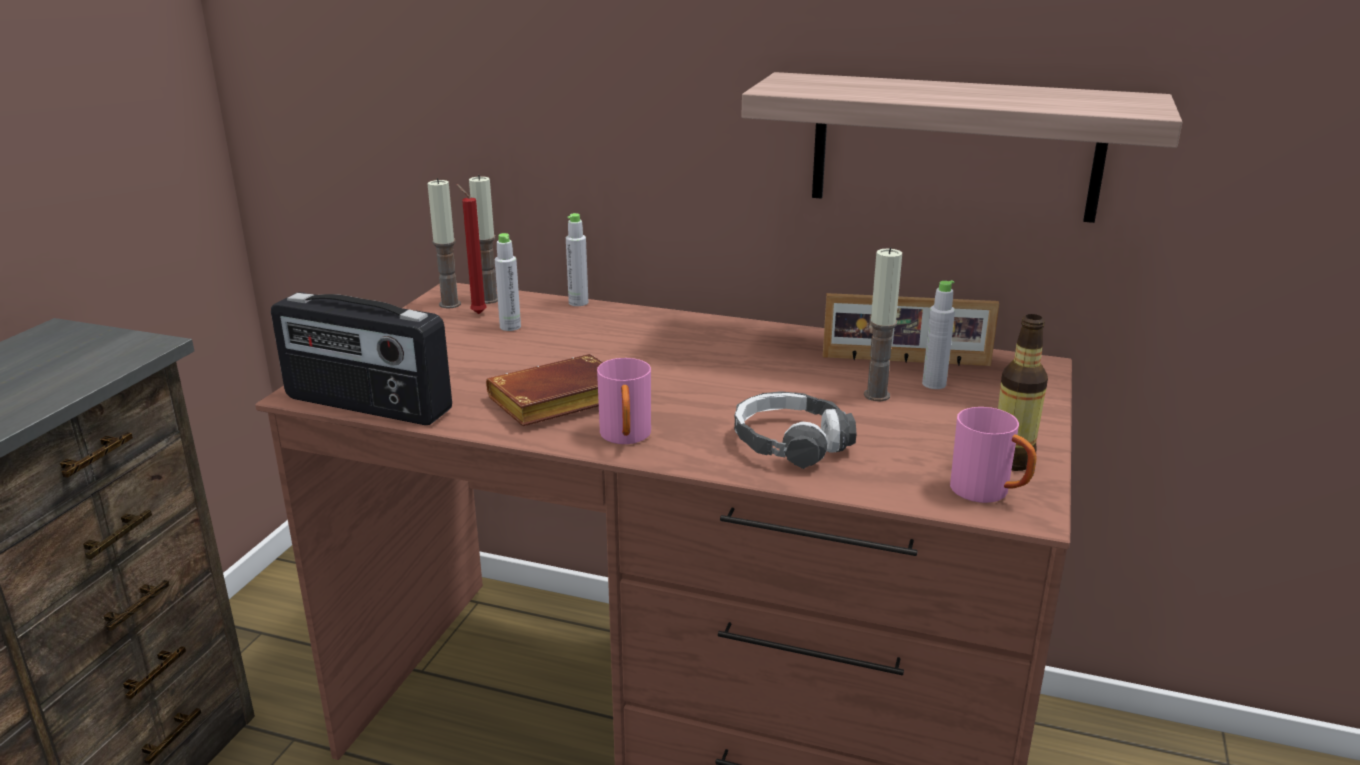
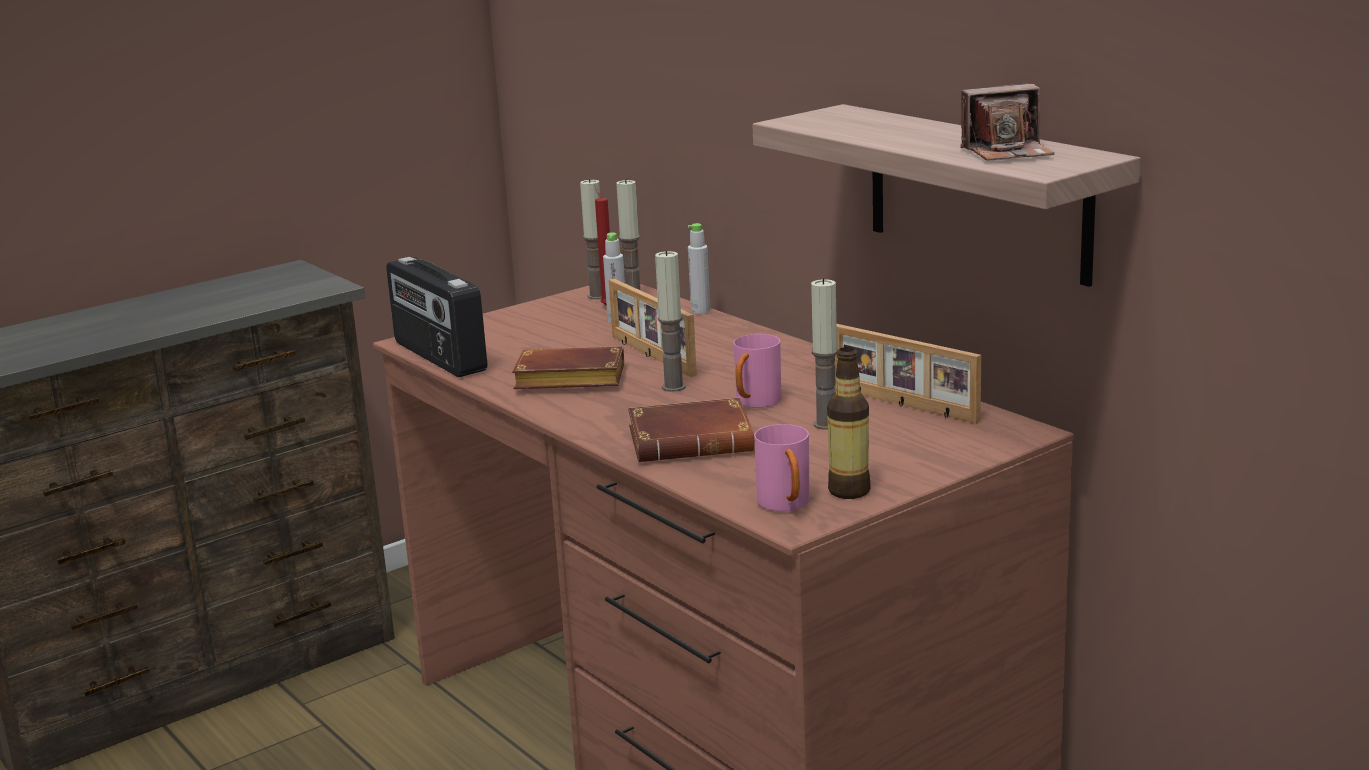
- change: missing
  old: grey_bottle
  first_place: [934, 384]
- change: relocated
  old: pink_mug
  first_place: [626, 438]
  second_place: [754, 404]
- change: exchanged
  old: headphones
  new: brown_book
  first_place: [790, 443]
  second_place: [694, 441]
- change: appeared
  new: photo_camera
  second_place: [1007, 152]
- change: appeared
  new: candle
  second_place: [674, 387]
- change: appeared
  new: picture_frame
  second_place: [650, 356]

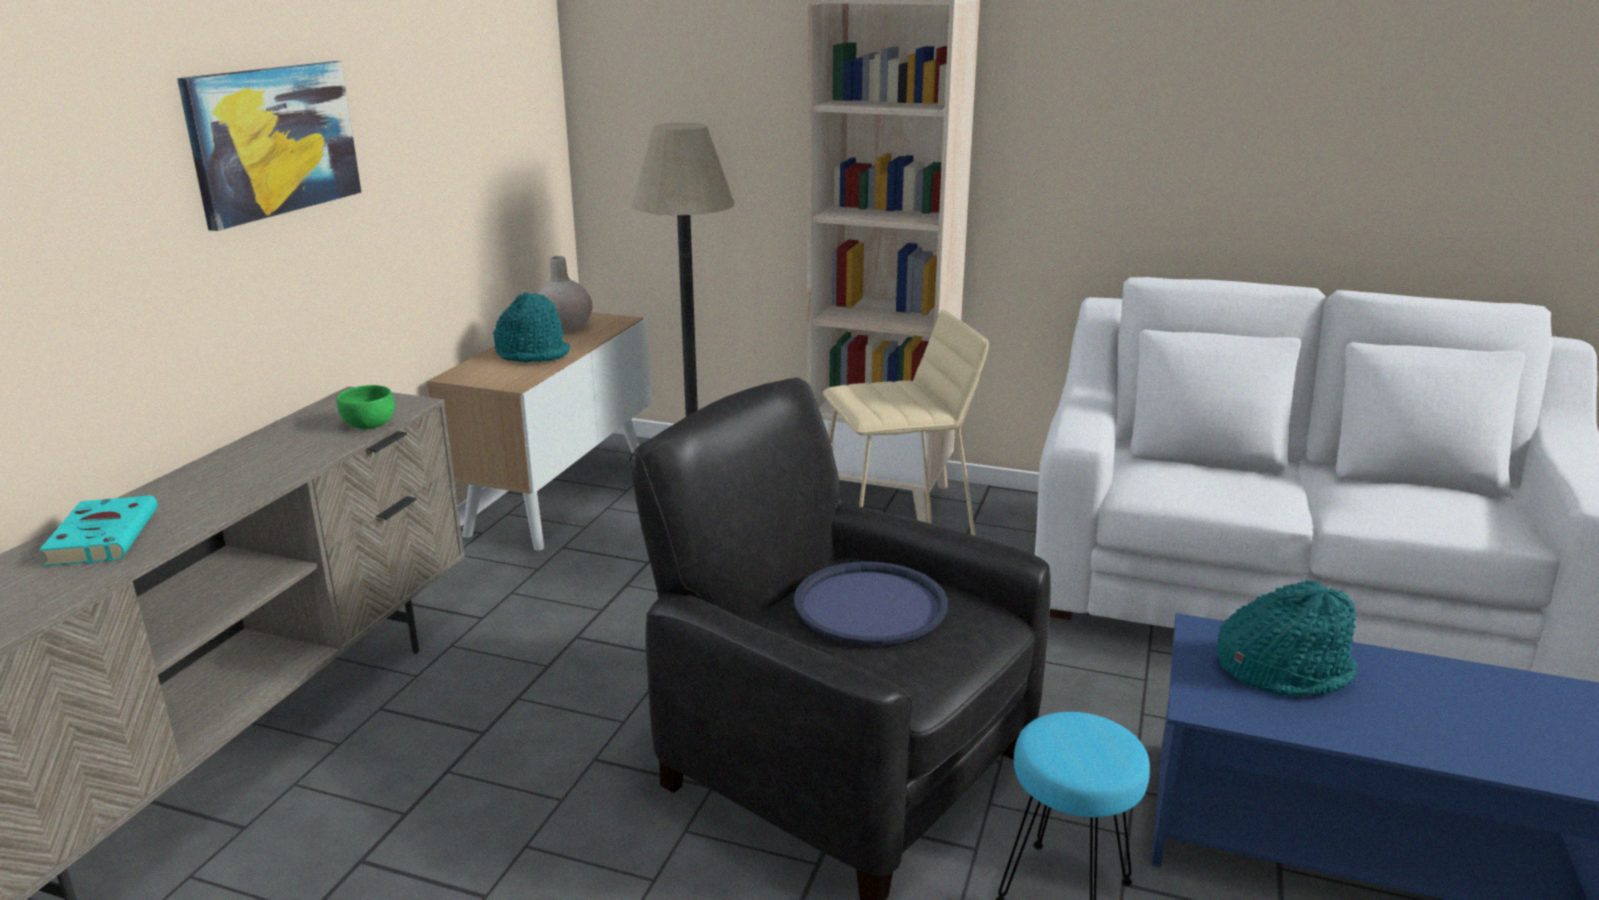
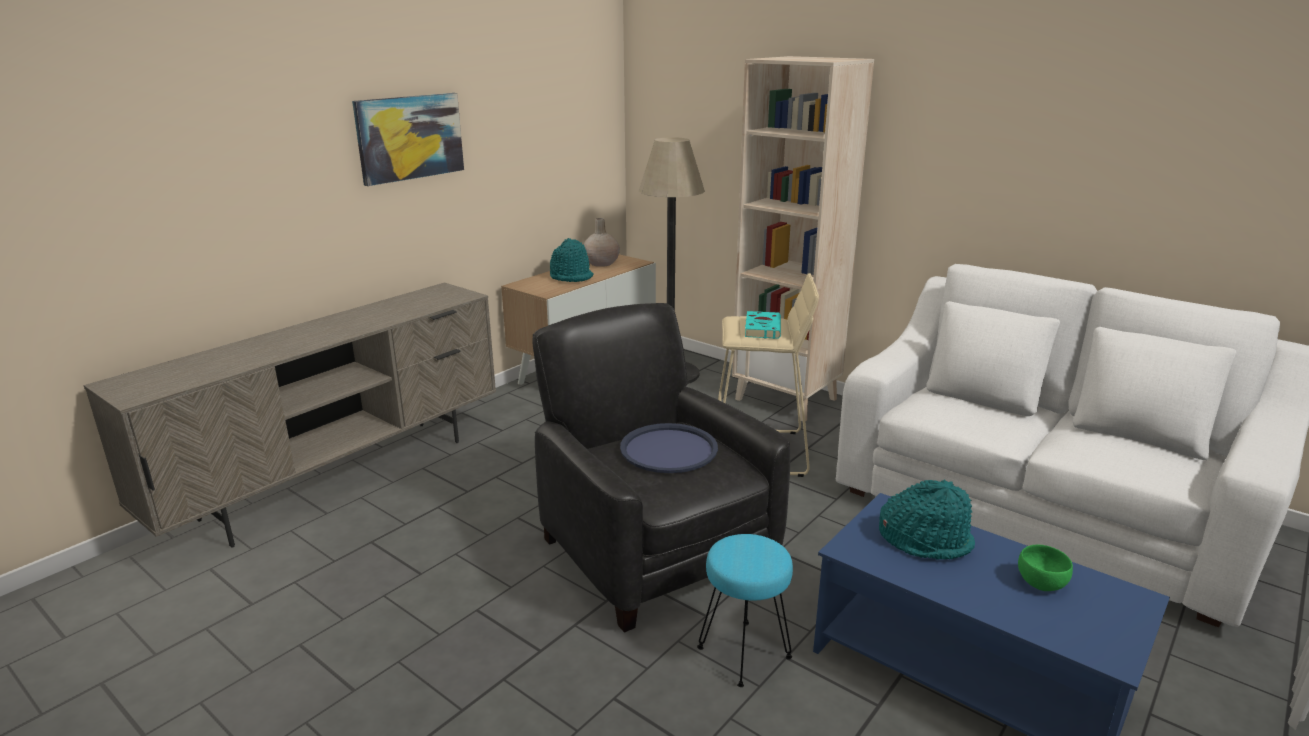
- change: relocated
  old: green_bowl
  first_place: [369, 424]
  second_place: [1041, 583]
- change: relocated
  old: turquoise_book
  first_place: [104, 536]
  second_place: [762, 328]

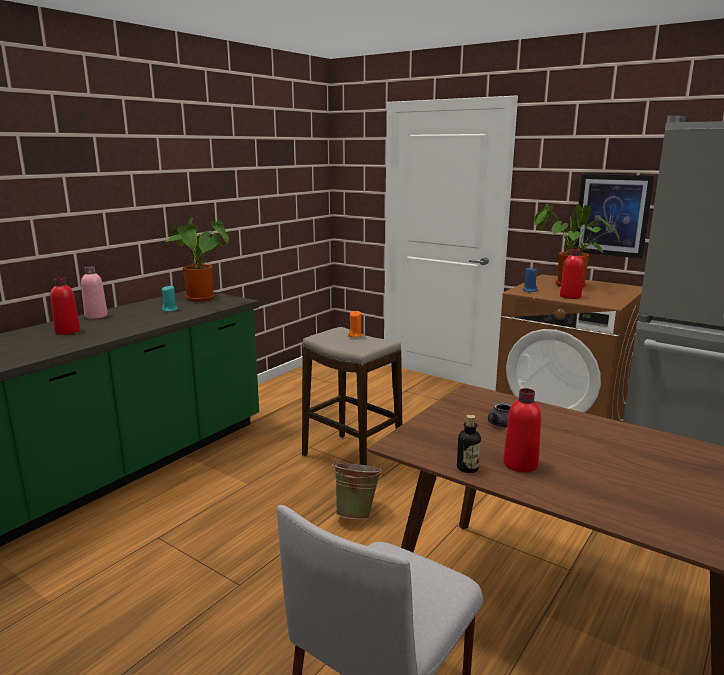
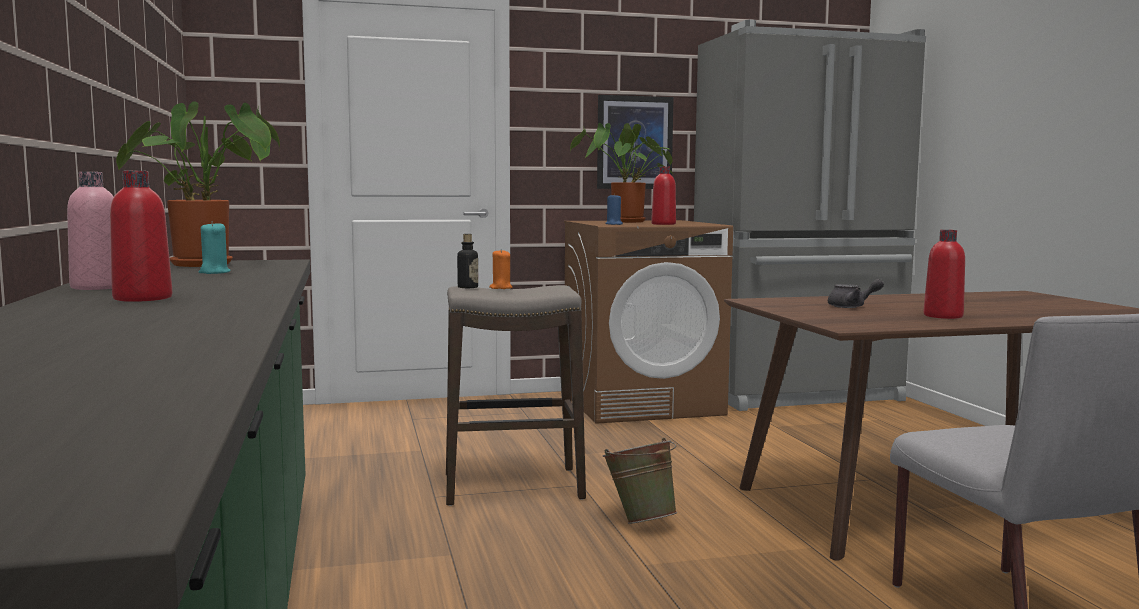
- change: relocated
  old: bottle
  first_place: [467, 468]
  second_place: [468, 287]

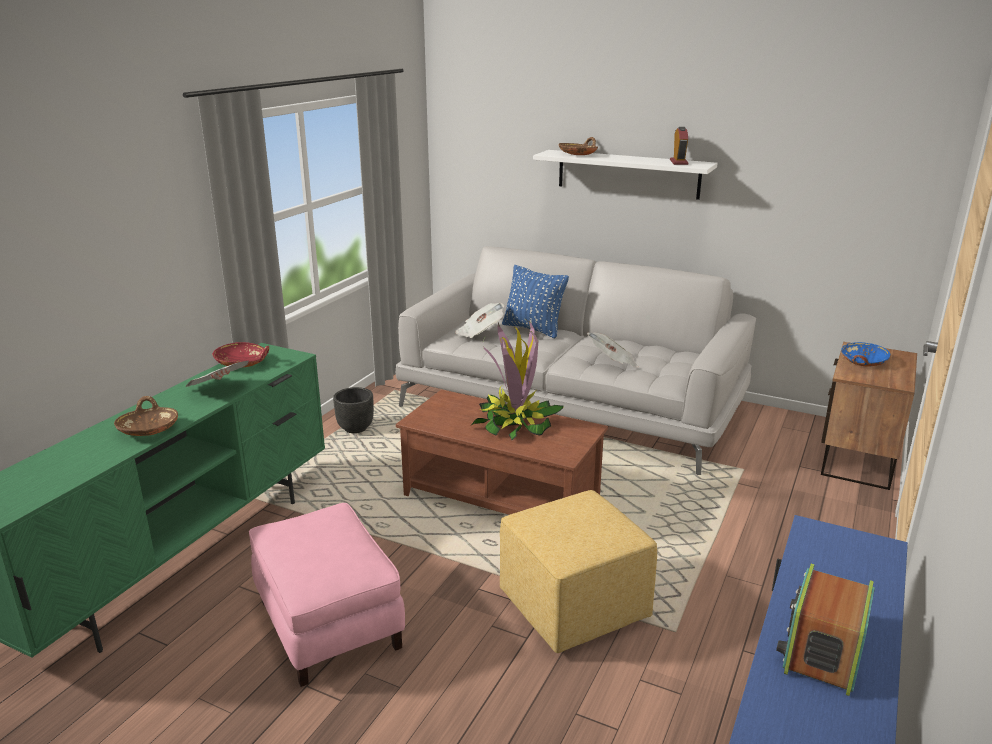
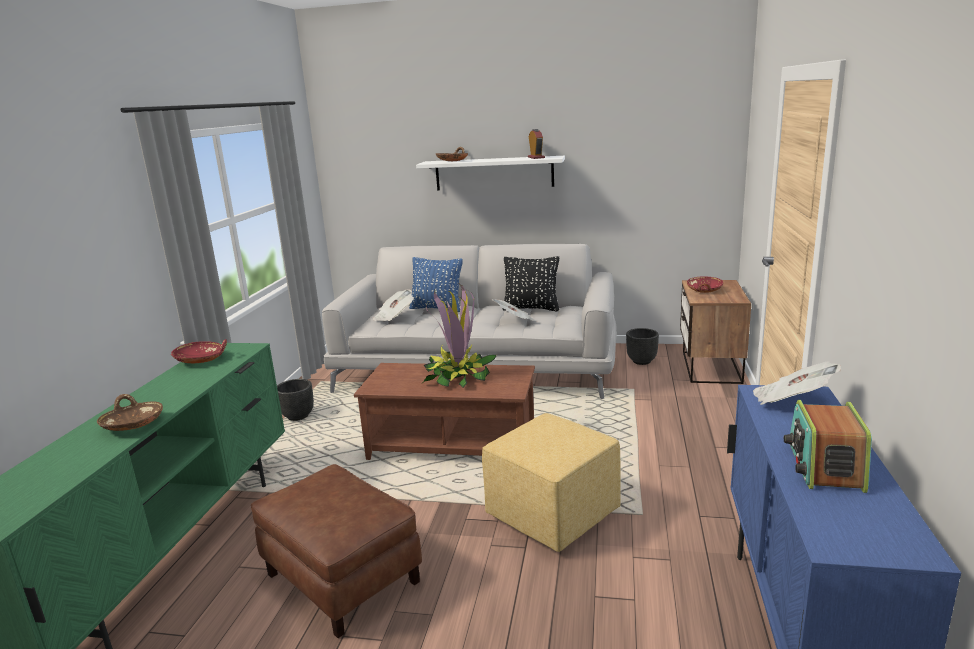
- change: colour
  old: blue_bowl
  new: red_bowl
  first_place: [863, 362]
  second_place: [704, 290]
- change: relocated
  old: newspaper
  first_place: [219, 390]
  second_place: [791, 401]
- change: colour
  old: pink_ottoman
  new: brown_ottoman
  first_place: [328, 624]
  second_place: [341, 578]
- change: appeared
  new: black_pillow
  second_place: [531, 308]
- change: appeared
  new: black_planter
  second_place: [642, 361]

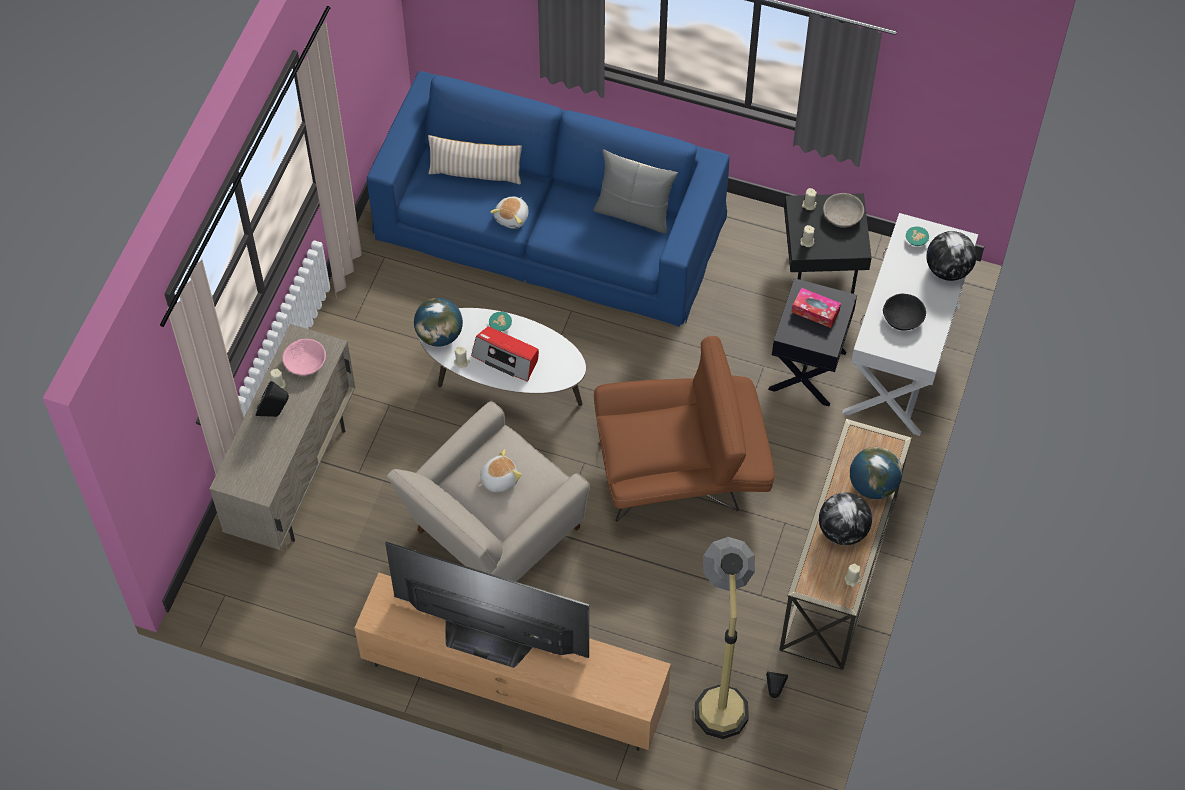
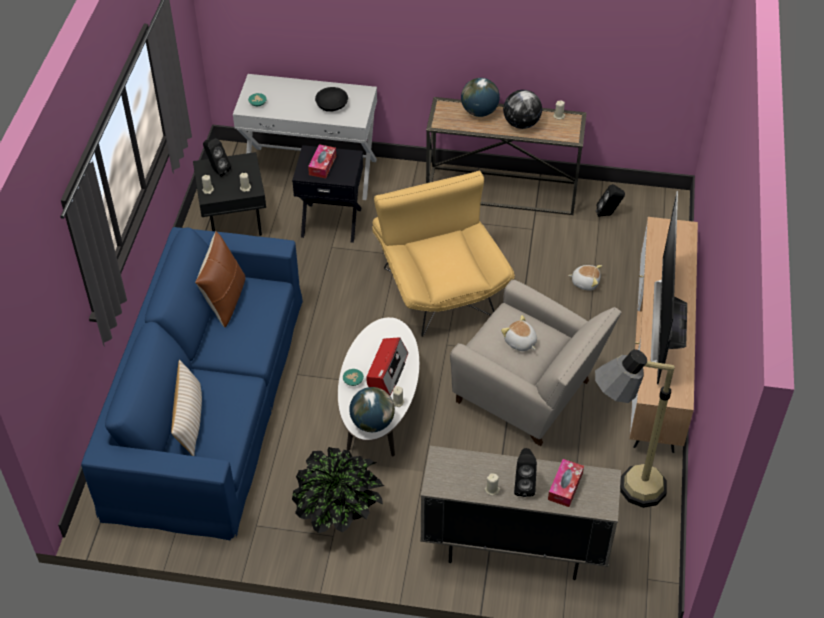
- change: colour
  old: grey_pillow
  new: brown_pillow
  first_place: [634, 213]
  second_place: [224, 300]
- change: exchanged
  old: grey_bowl
  new: black_speaker
  first_place: [842, 216]
  second_place: [217, 170]
- change: relocated
  old: plush_toy
  first_place: [512, 217]
  second_place: [585, 282]
- change: missing
  old: globe
  first_place: [947, 269]
- change: colour
  old: brown_armchair
  new: yellow_armchair
  first_place: [681, 470]
  second_place: [438, 284]
- change: missing
  old: pink_bowl
  first_place: [305, 363]
- change: relocated
  old: floor_lamp
  first_place: [719, 689]
  second_place: [621, 491]
- change: appeared
  new: potted_plant
  second_place: [339, 513]
- change: appeared
  new: tissue_box
  second_place: [565, 486]

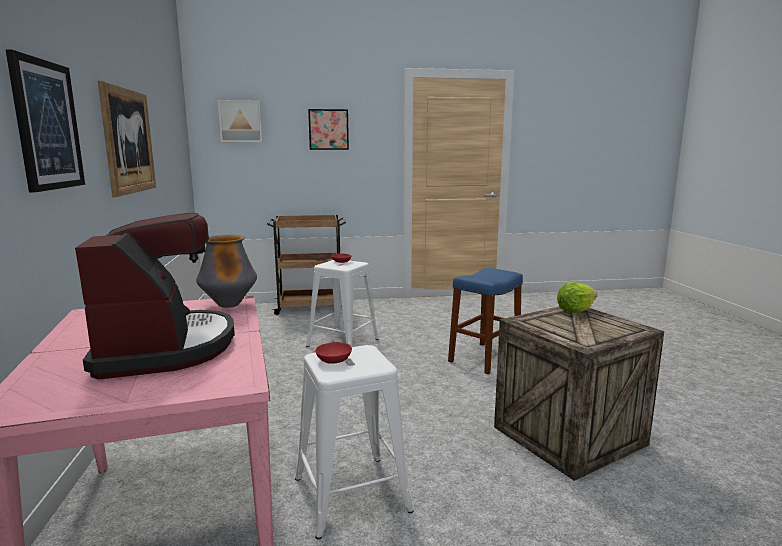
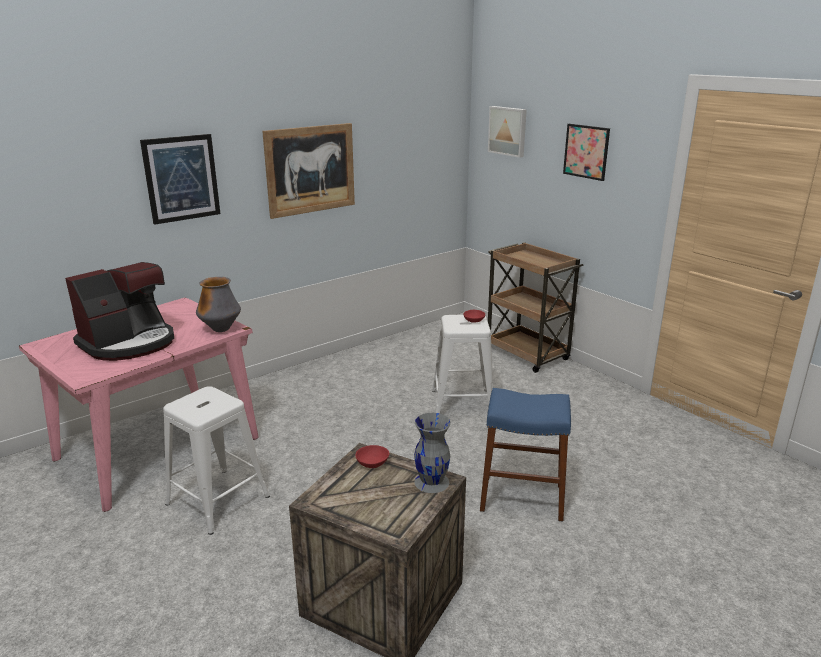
- change: exchanged
  old: lettuce
  new: grey_vase
  first_place: [575, 310]
  second_place: [432, 481]
- change: relocated
  old: red_bowl
  first_place: [333, 359]
  second_place: [373, 462]

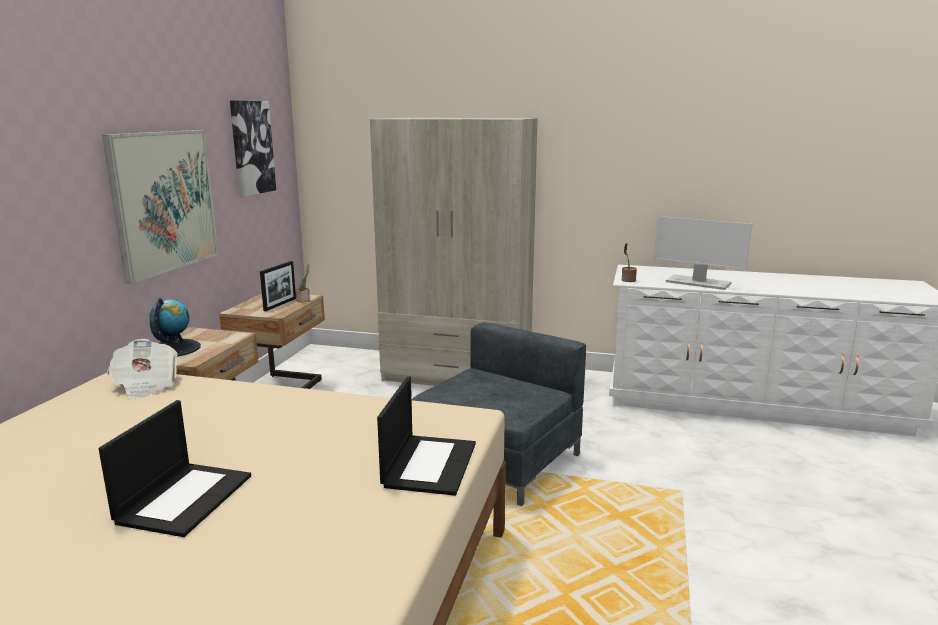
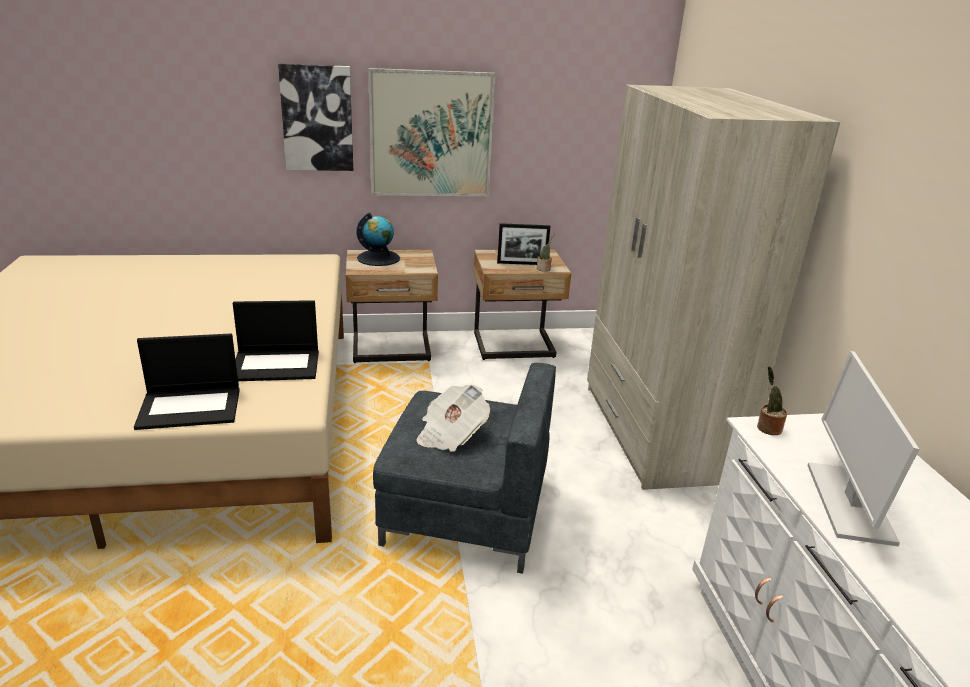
- change: relocated
  old: picture
  first_place: [251, 147]
  second_place: [317, 118]
- change: relocated
  old: newspaper
  first_place: [145, 385]
  second_place: [451, 434]
- change: relocated
  old: laptop
  first_place: [185, 498]
  second_place: [277, 365]

